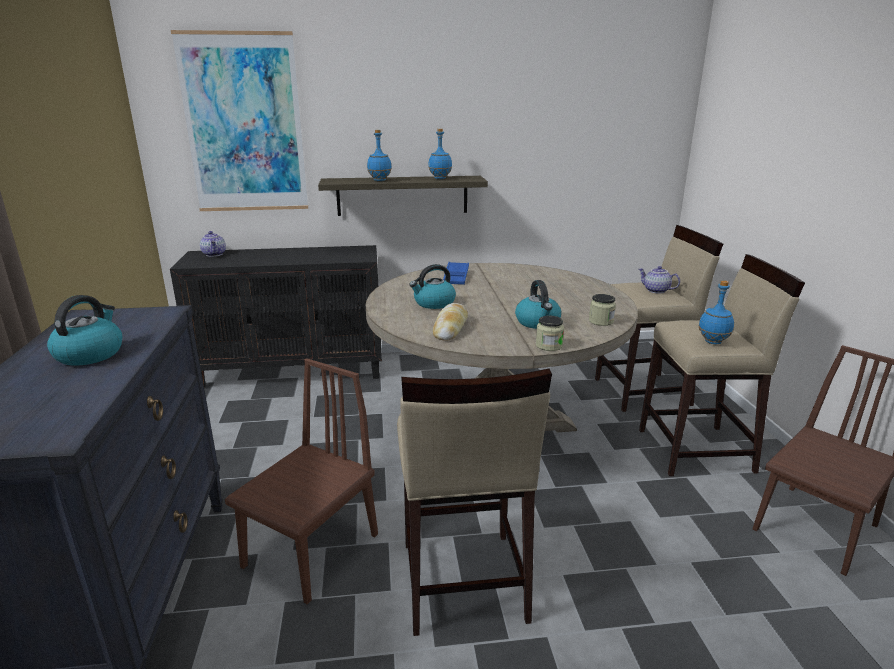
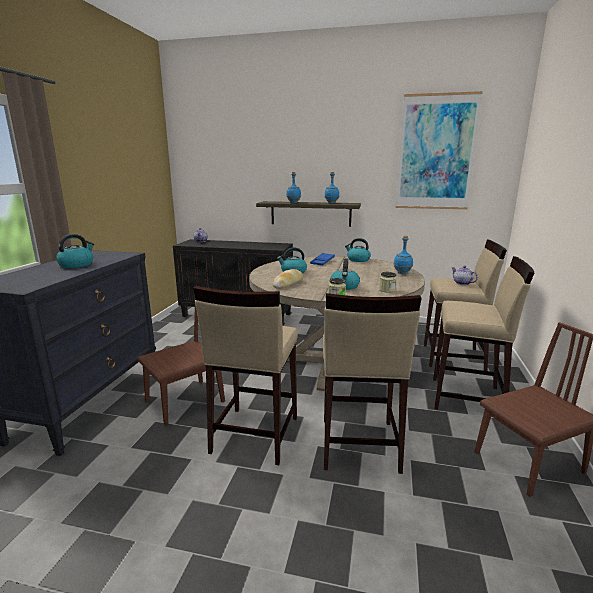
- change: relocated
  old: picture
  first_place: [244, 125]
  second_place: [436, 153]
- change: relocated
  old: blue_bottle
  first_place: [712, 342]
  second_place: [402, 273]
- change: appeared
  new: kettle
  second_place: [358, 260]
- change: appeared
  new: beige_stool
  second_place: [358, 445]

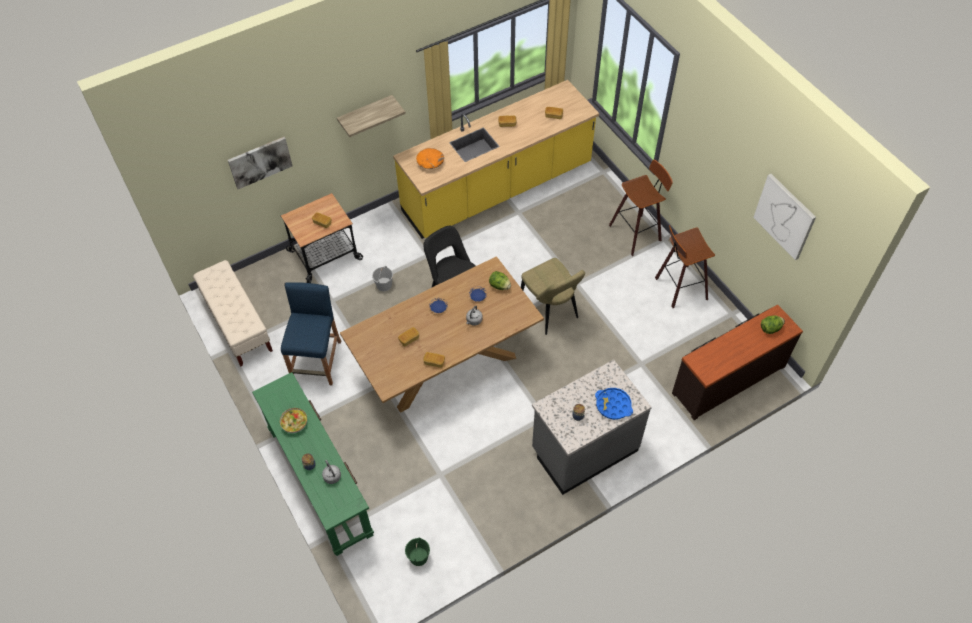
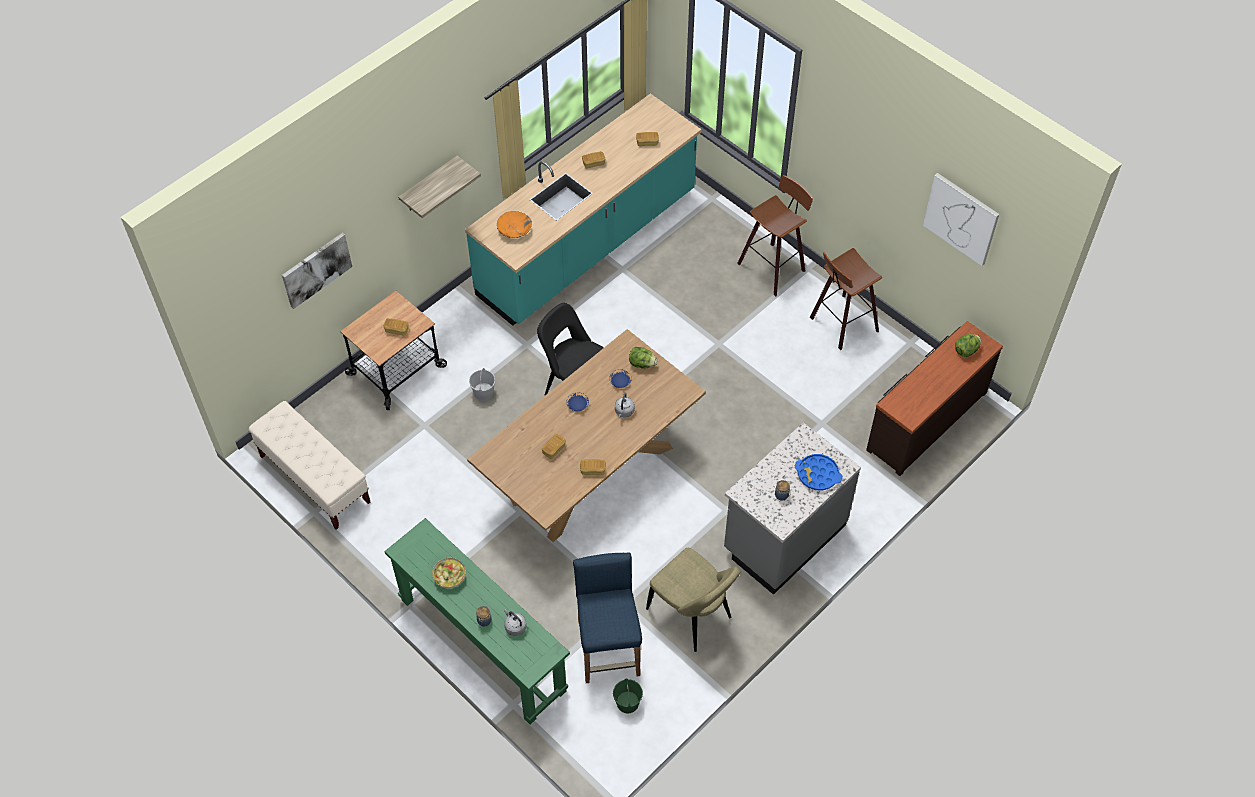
- change: colour
  old: yellow_counter
  new: turquoise_counter
  first_place: [497, 189]
  second_place: [588, 244]
- change: relocated
  old: beige_chair
  first_place: [550, 311]
  second_place: [692, 616]
- change: relocated
  old: blue_stool
  first_place: [317, 361]
  second_place: [608, 647]

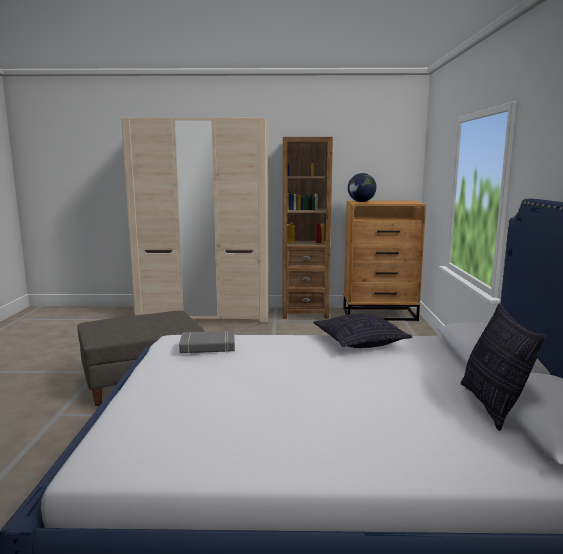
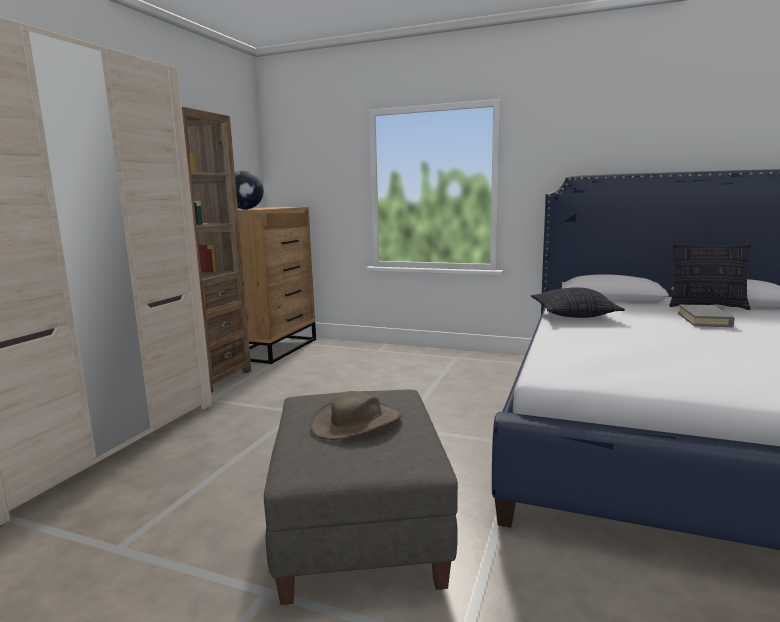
- change: relocated
  old: grey_book
  first_place: [207, 346]
  second_place: [704, 320]
- change: appeared
  new: brown_hat
  second_place: [357, 422]

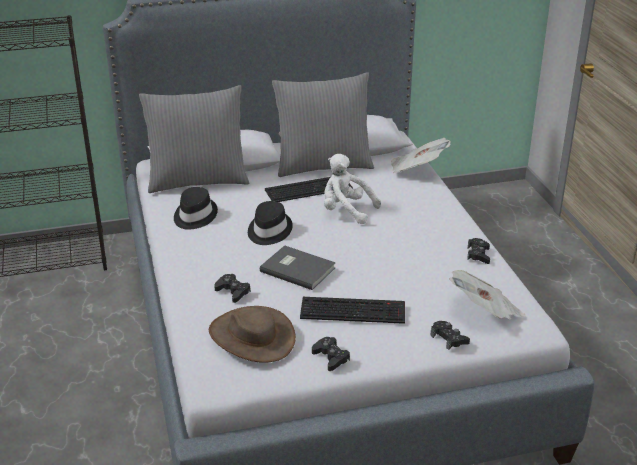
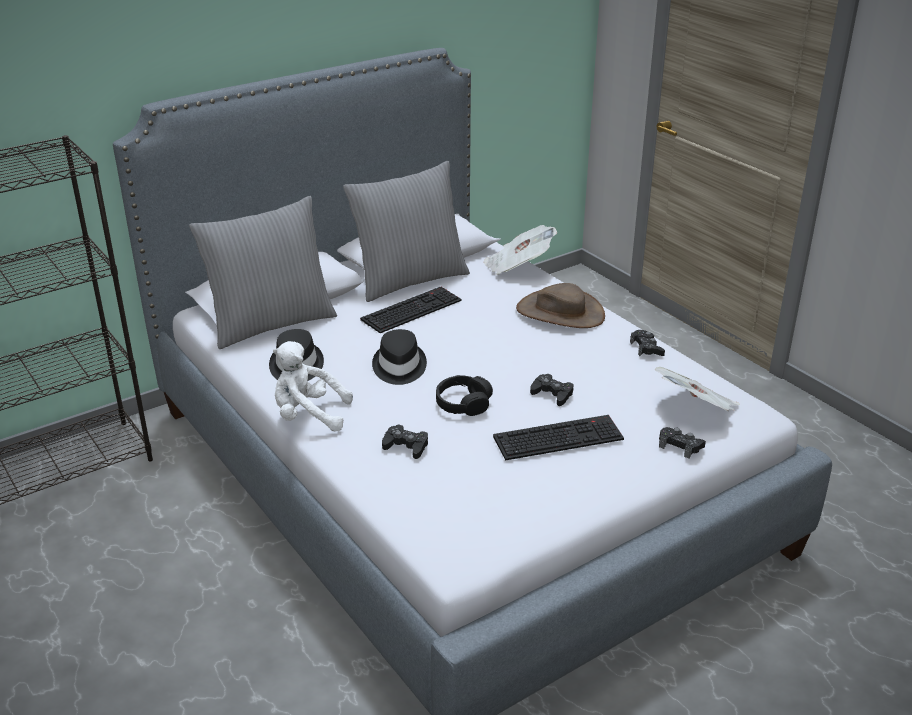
- change: relocated
  old: white_plush_toy
  first_place: [346, 211]
  second_place: [308, 416]
- change: exchanged
  old: grey_book
  new: black_headphones
  first_place: [297, 268]
  second_place: [463, 403]
- change: relocated
  old: brown_hat
  first_place: [252, 336]
  second_place: [560, 312]
- change: relocated
  old: black_game_controller
  first_place: [331, 357]
  second_place: [552, 394]

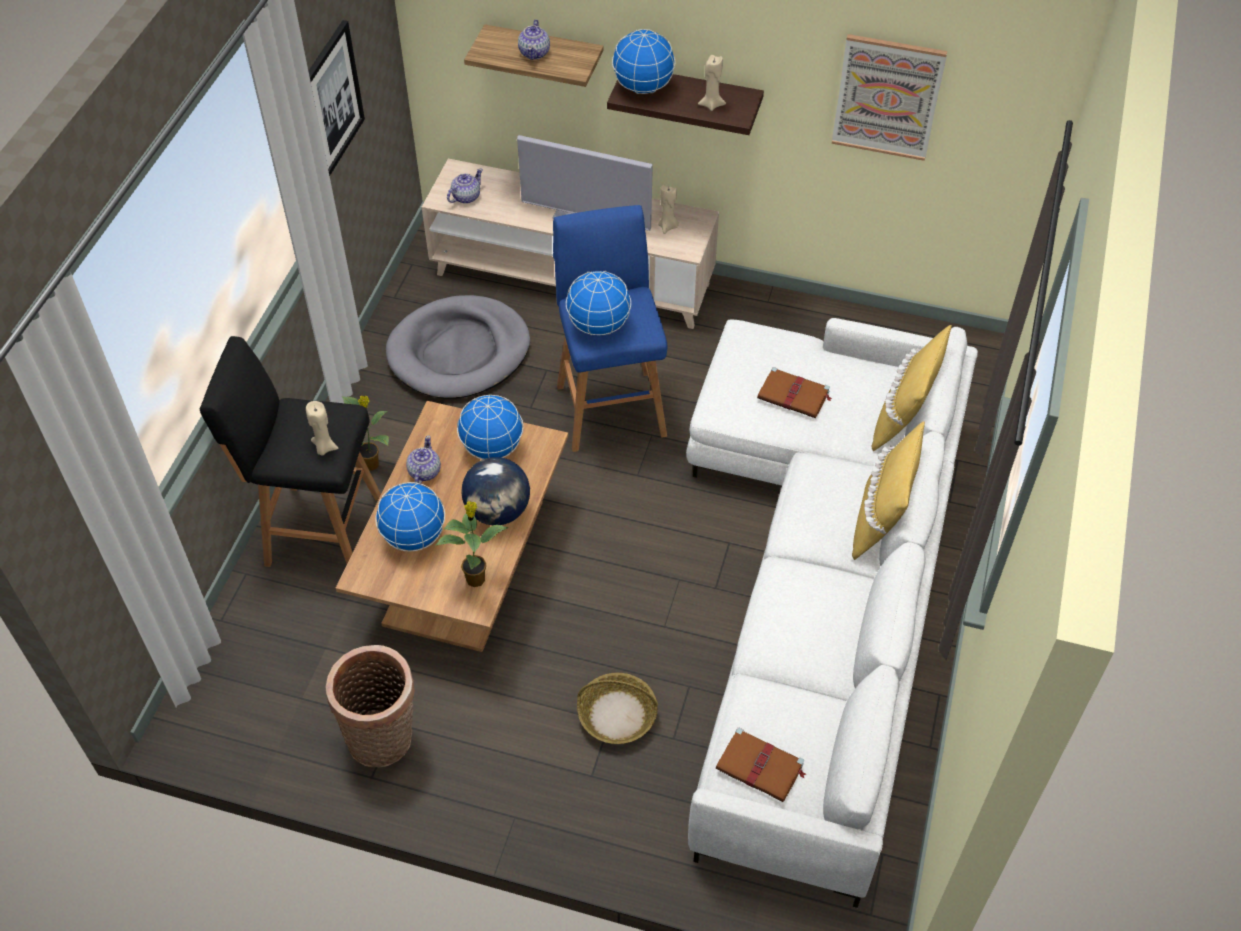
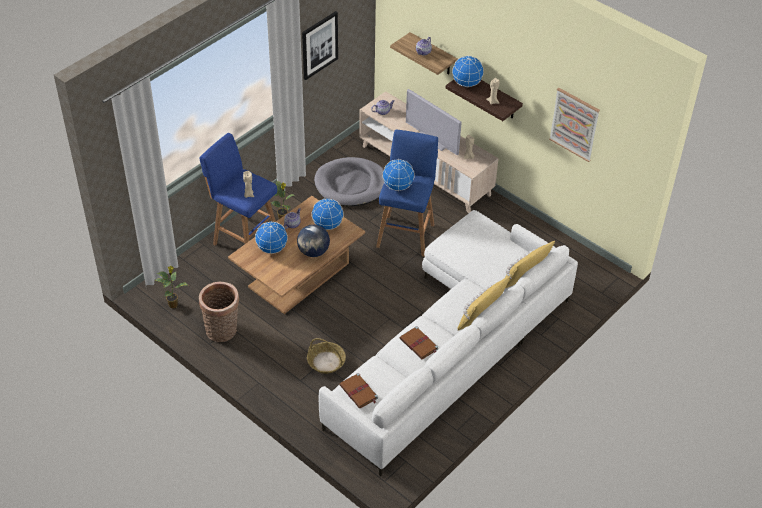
- change: colour
  old: black_stool
  new: blue_stool
  first_place: [319, 529]
  second_place: [244, 238]
- change: relocated
  old: brown_book
  first_place: [794, 395]
  second_place: [419, 344]
- change: relocated
  old: potted_plant
  first_place: [476, 578]
  second_place: [173, 304]

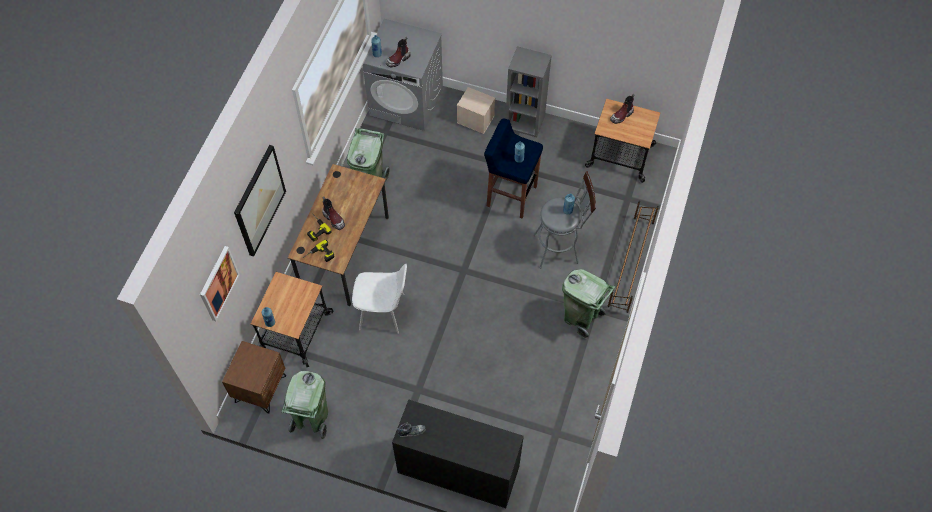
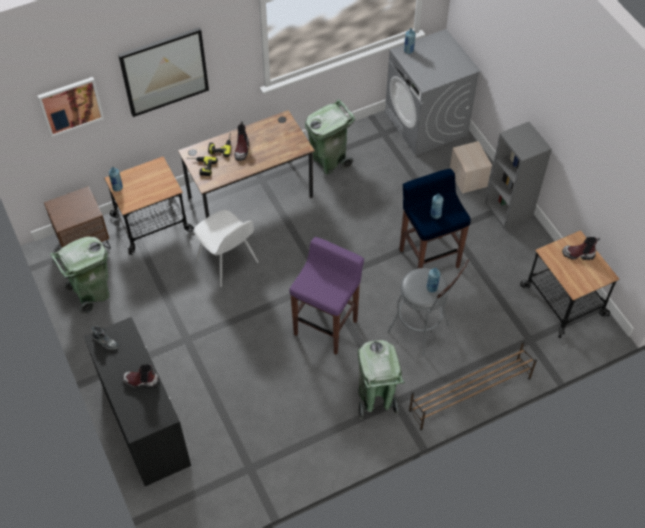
- change: relocated
  old: boot
  first_place: [398, 59]
  second_place: [141, 381]
- change: appeared
  new: purple_stool
  second_place: [326, 327]

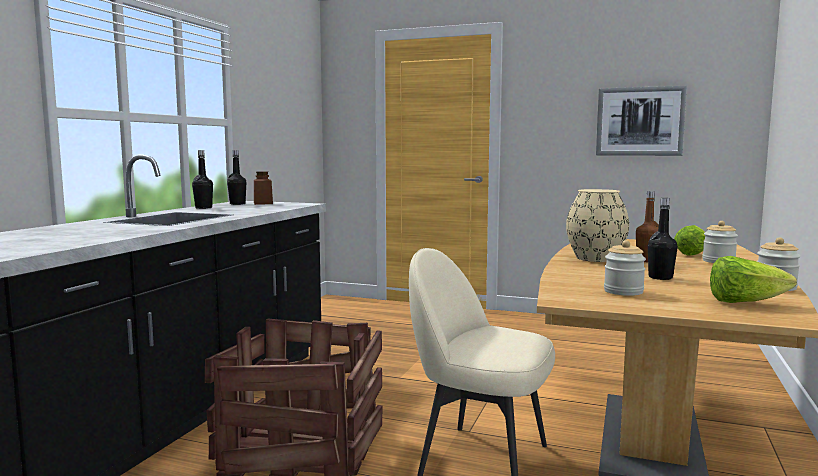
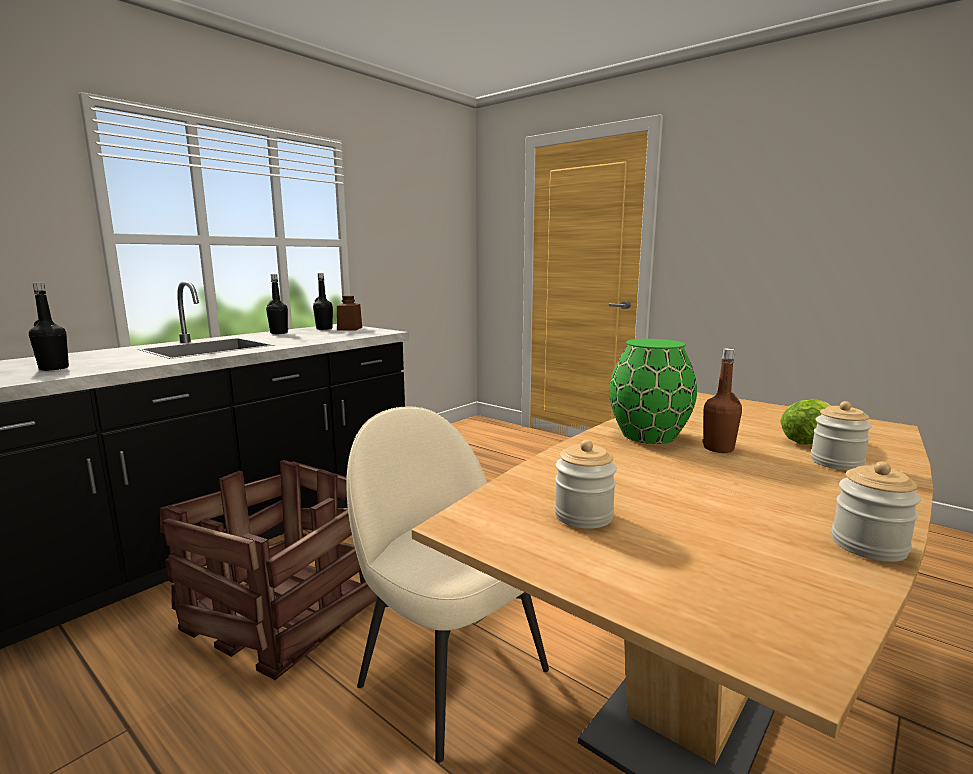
- change: missing
  old: picture
  first_place: [640, 121]
- change: colour
  old: beige_vase
  new: green_vase
  first_place: [595, 258]
  second_place: [648, 435]
- change: relocated
  old: black_bottle
  first_place: [660, 277]
  second_place: [54, 368]
- change: missing
  old: lettuce
  first_place: [744, 303]

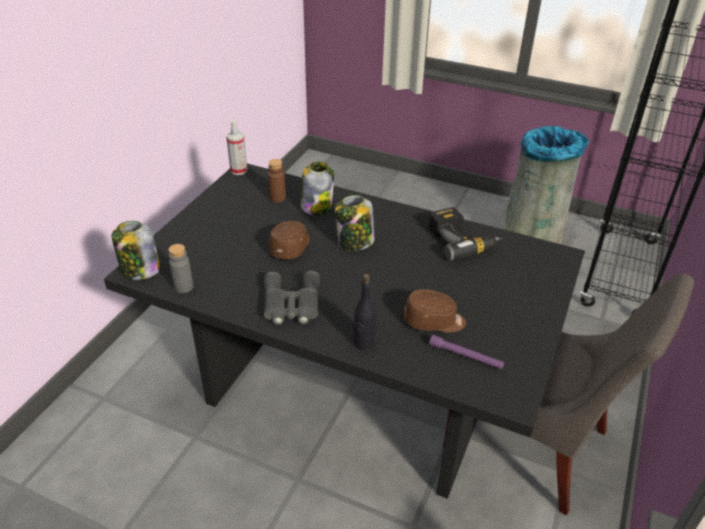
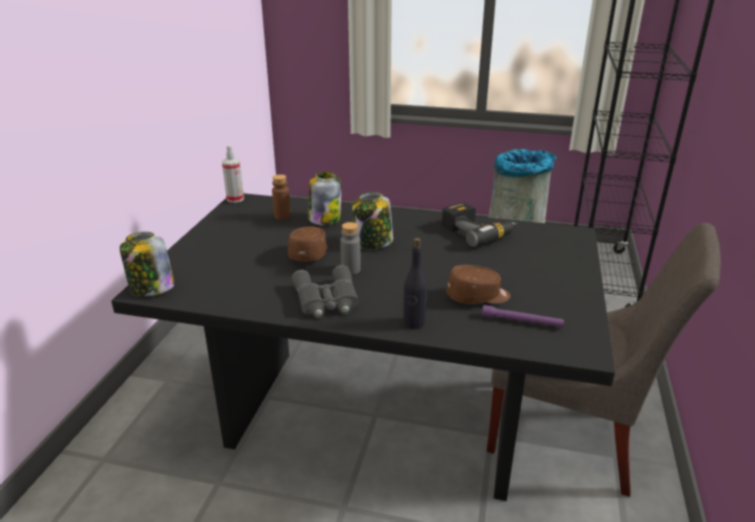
- change: relocated
  old: grey_bottle
  first_place: [184, 287]
  second_place: [350, 270]

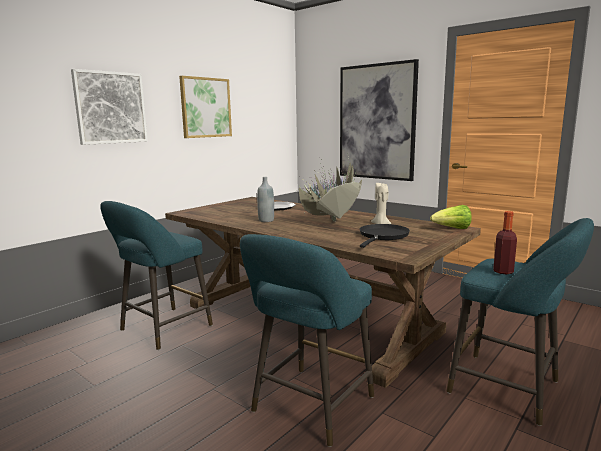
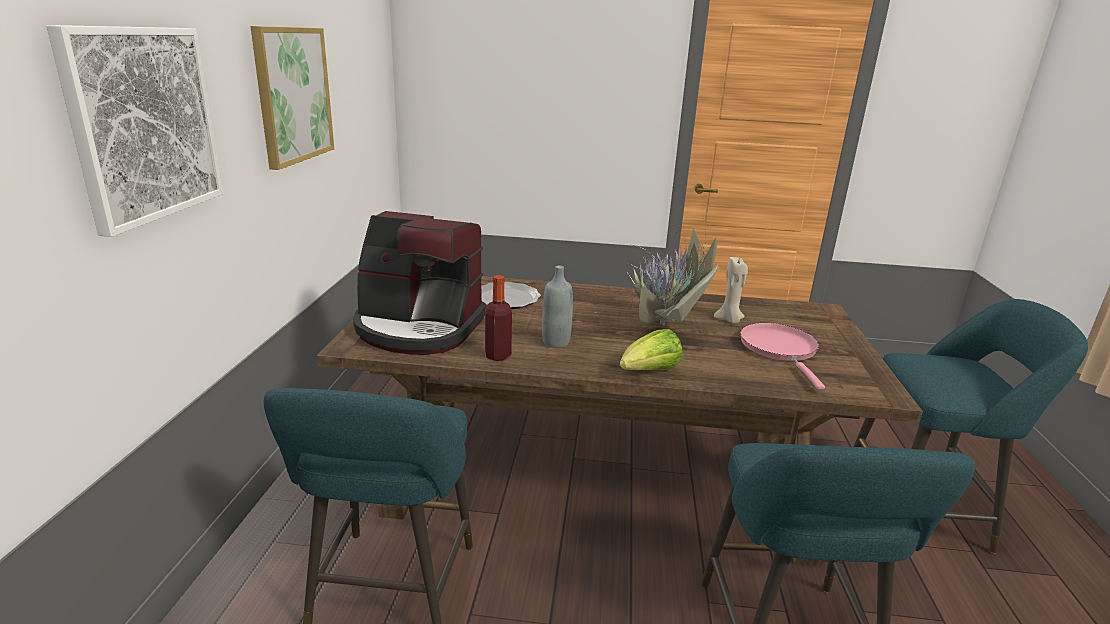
- change: missing
  old: picture
  first_place: [377, 122]
- change: relocated
  old: lettuce
  first_place: [452, 229]
  second_place: [649, 372]
- change: relocated
  old: bottle
  first_place: [503, 271]
  second_place: [498, 355]
- change: colour
  old: black_frying_pan
  new: pink_frying_pan
  first_place: [382, 236]
  second_place: [780, 349]
- change: appeared
  new: coffee_machine
  second_place: [419, 328]

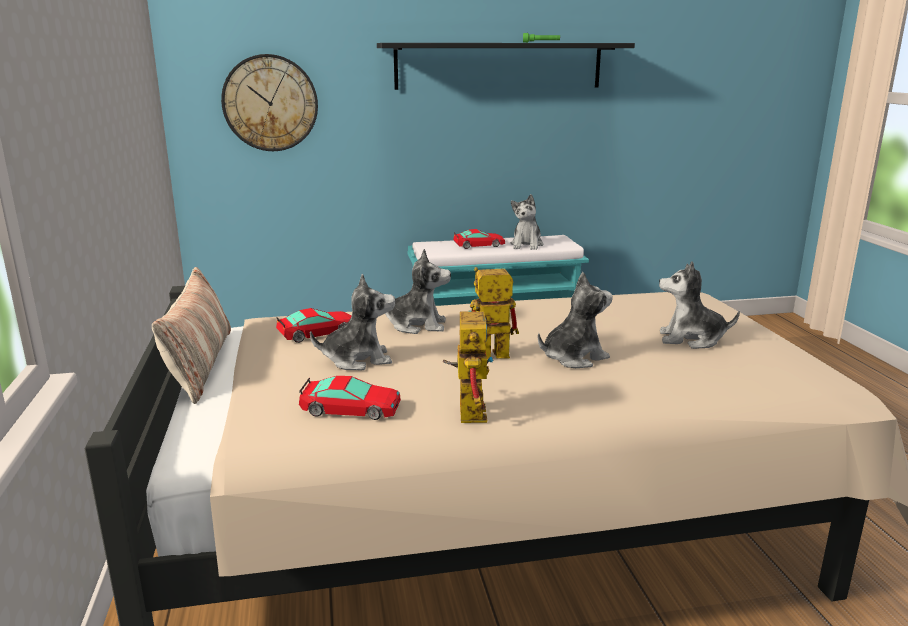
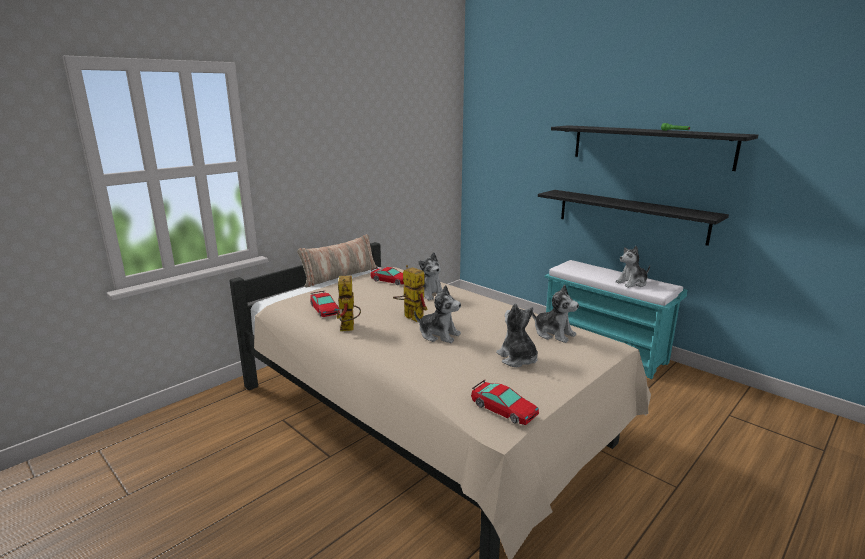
- change: missing
  old: wall_clock
  first_place: [270, 103]
- change: relocated
  old: toy_car
  first_place: [479, 245]
  second_place: [503, 409]
- change: relocated
  old: plush_toy
  first_place: [358, 360]
  second_place: [553, 333]
- change: spun
  old: toy_robot
  first_place: [468, 409]
  second_place: [349, 329]
  degrees: 120
- change: appeared
  new: black_shelf
  second_place: [630, 215]

